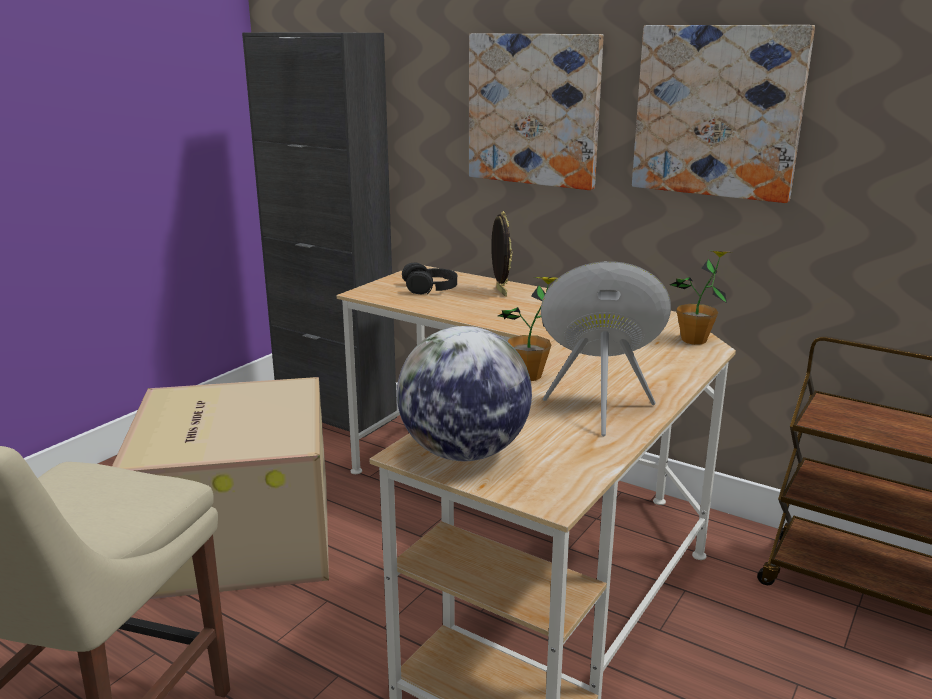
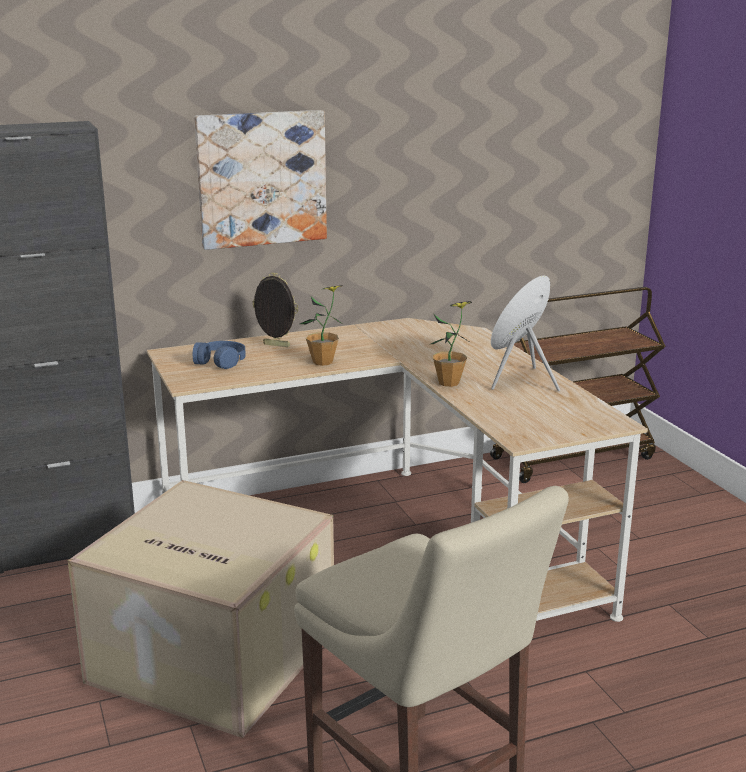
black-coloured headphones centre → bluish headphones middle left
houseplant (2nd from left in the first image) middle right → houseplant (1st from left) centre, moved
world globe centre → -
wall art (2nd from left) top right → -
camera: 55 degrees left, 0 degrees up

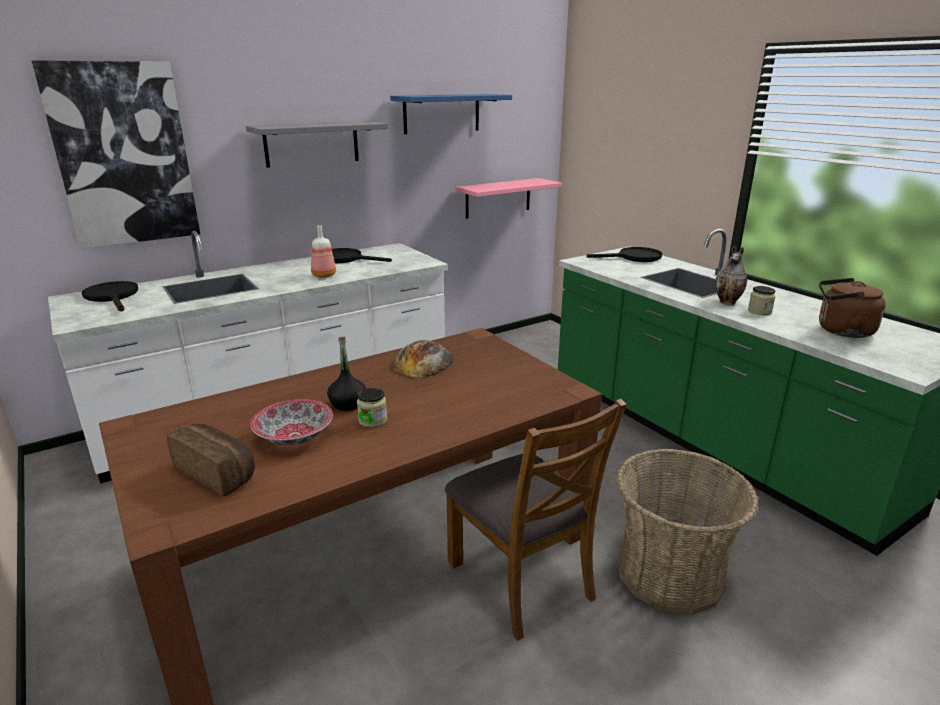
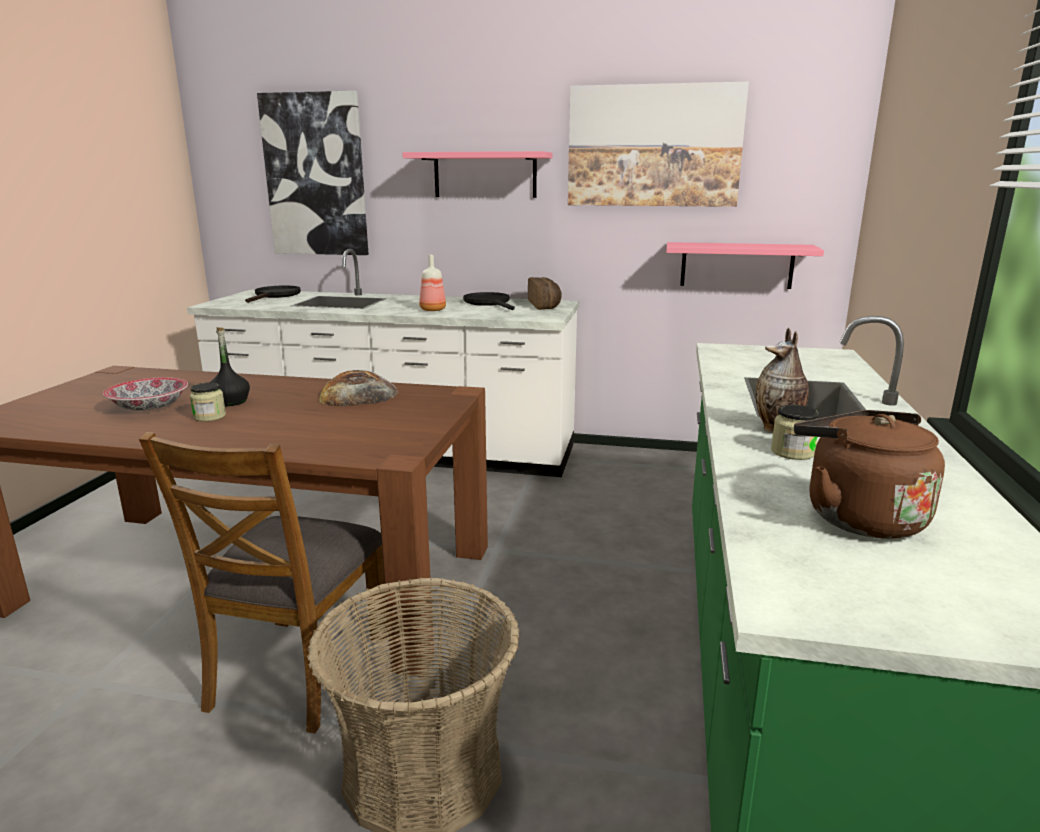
grey bracket shelf top centre → pink-coloured bracket shelf (1st from left) top centre
bread (1st from left in the first image) middle left → bread (2nd from left) centre, moved
bluish bracket shelf top centre → wall art (2nd from left) top centre
black-coloured skillet (3rd from left) centre → -
camera: 45 degrees right, 5 degrees down

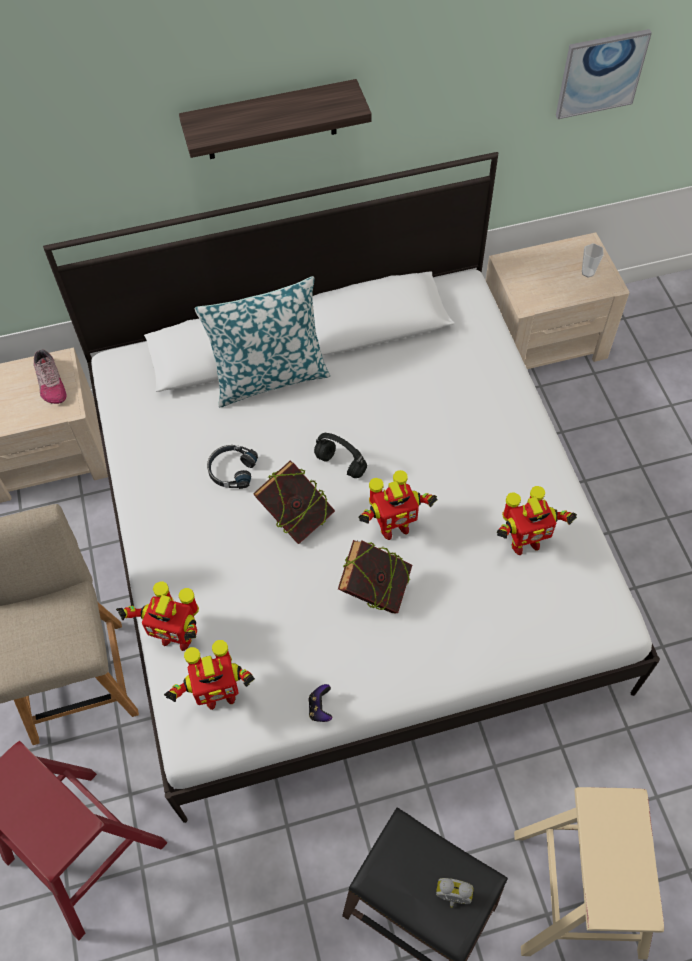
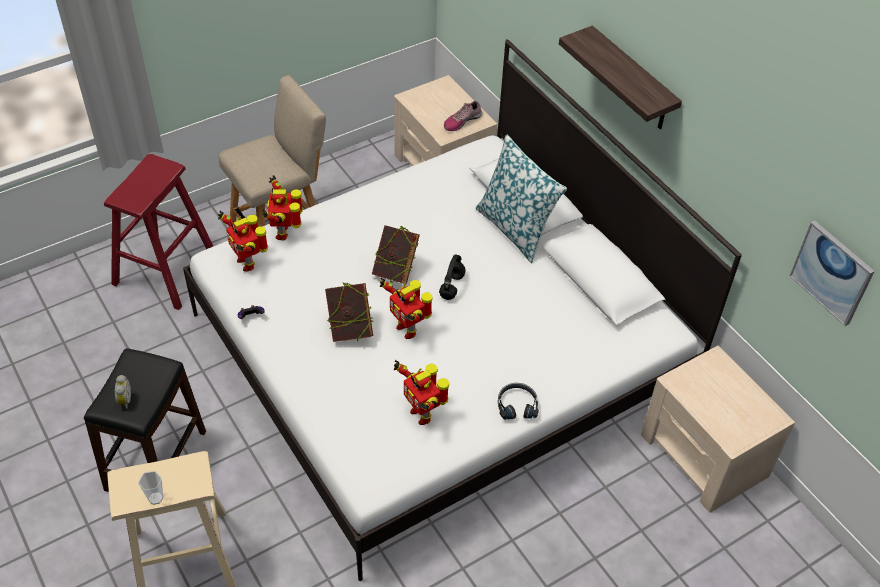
small cup top right → small cup bottom left, moved
black-coloured headphones (1st from left in the first image) centre → black-coloured headphones (2nd from left) bottom centre, moved
camera: 70 degrees right, 10 degrees down

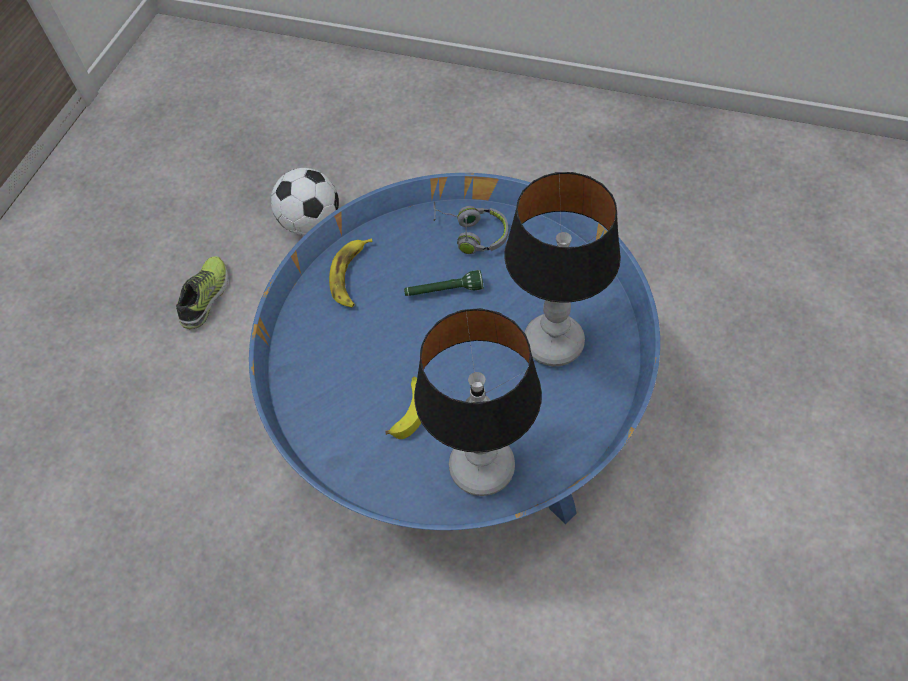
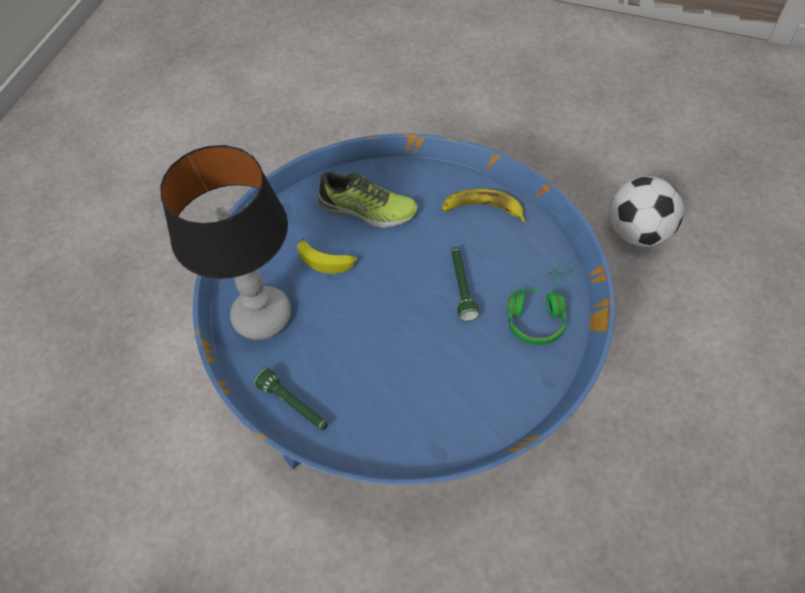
- → greenish torch (1st from left) bottom centre
low shoe middle left → low shoe centre, moved
grey headphones centre → greenish headphones middle right
table lamp (2nd from left) centre → -
camera: 90 degrees right, 0 degrees up

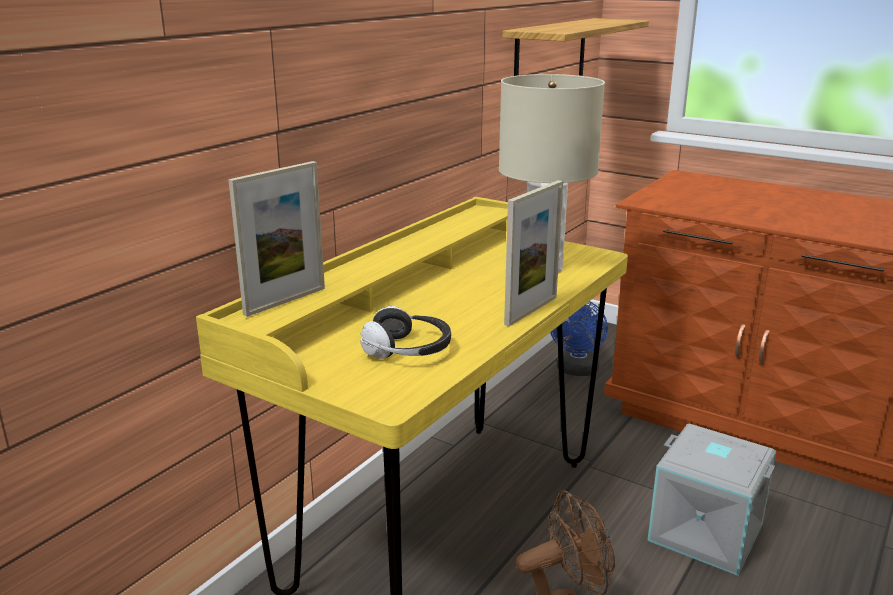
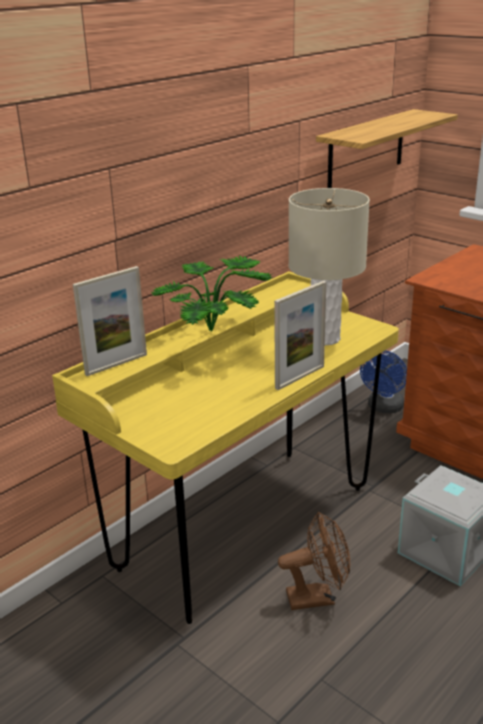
- → houseplant centre
headphones centre → -
camera: 10 degrees right, 5 degrees up

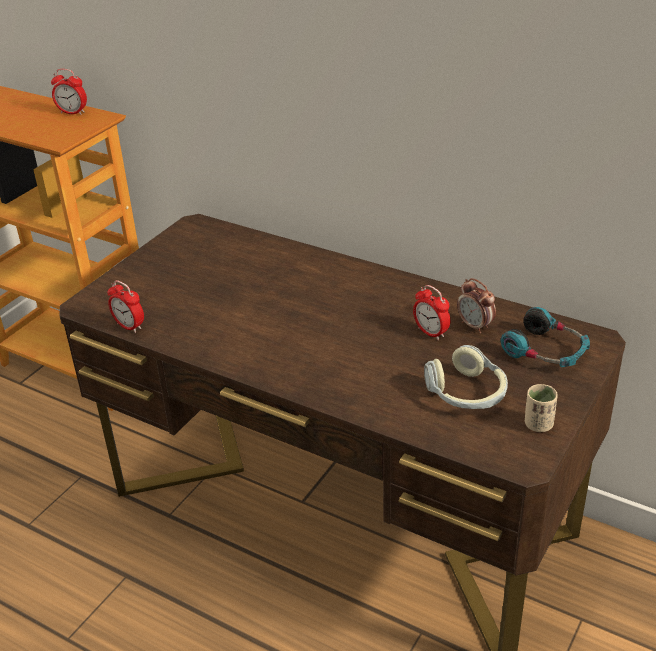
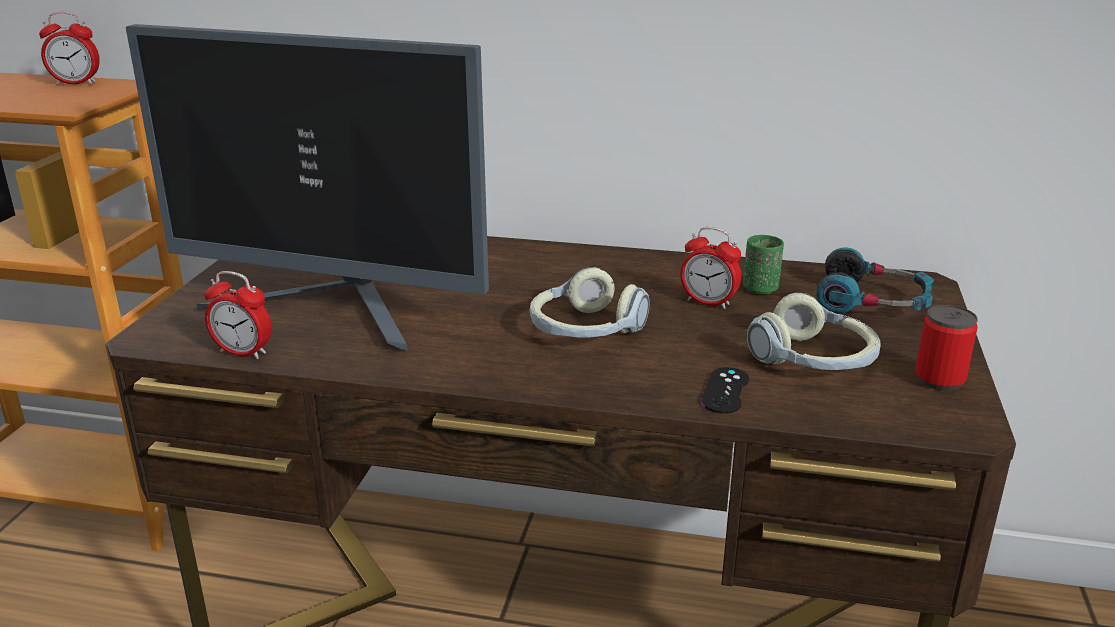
- → monitor top left
- → headphones (1st from left) centre
- → black-coloured gamepad centre
alarm clock (4th from left) middle right → greenish small cup middle right
beige small cup middle right → sealed can middle right
camera: 20 degrees left, 10 degrees down

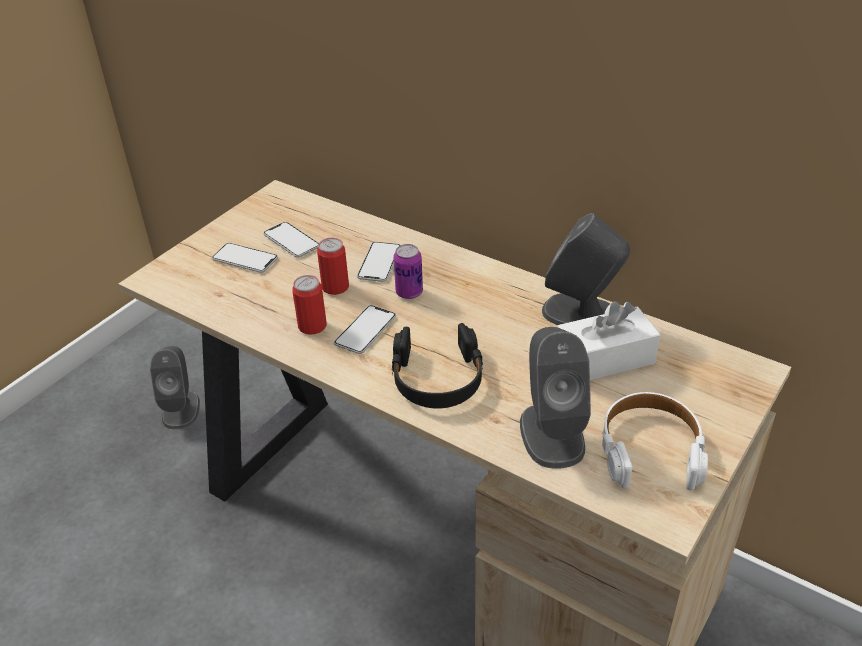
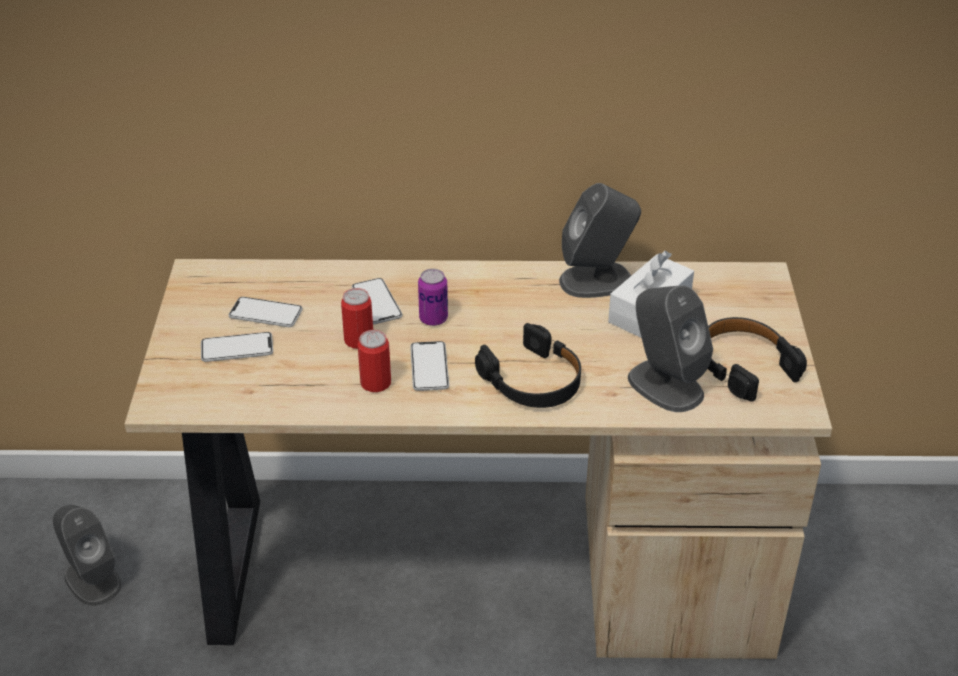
whitish headphones bottom right → black-coloured headphones (2nd from left) middle right
camera: 35 degrees left, 0 degrees up

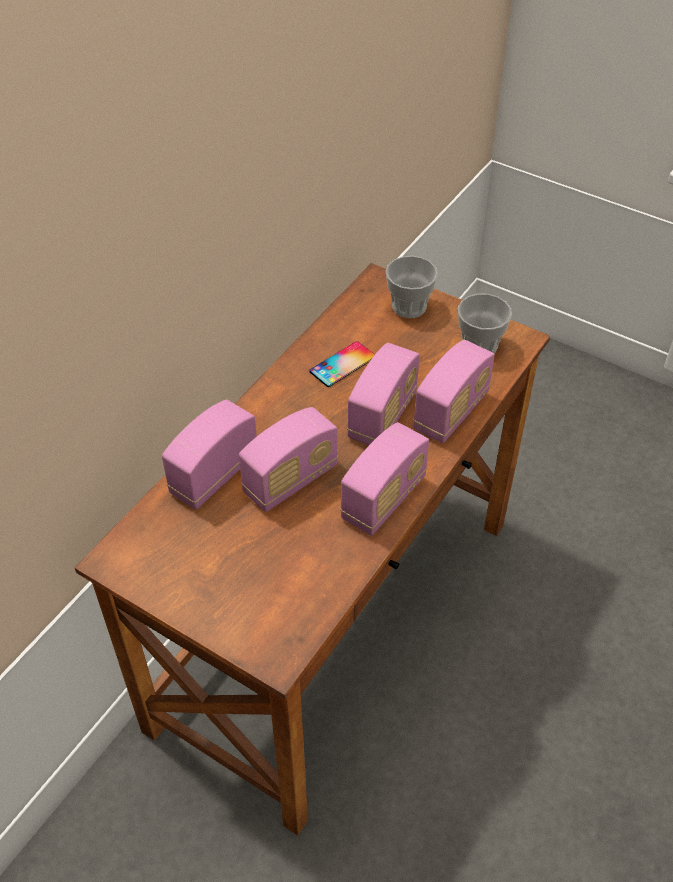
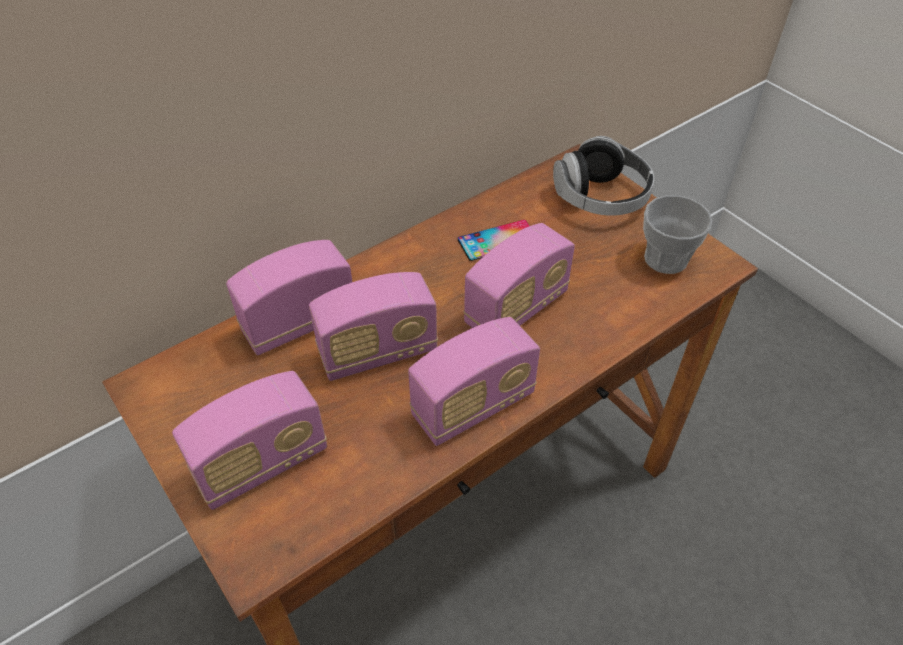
radio set (5th from left in the first image) middle right → radio set (1st from left) bottom left, moved
small cup (1st from left) top centre → headphones top right
camera: 20 degrees right, 0 degrees up

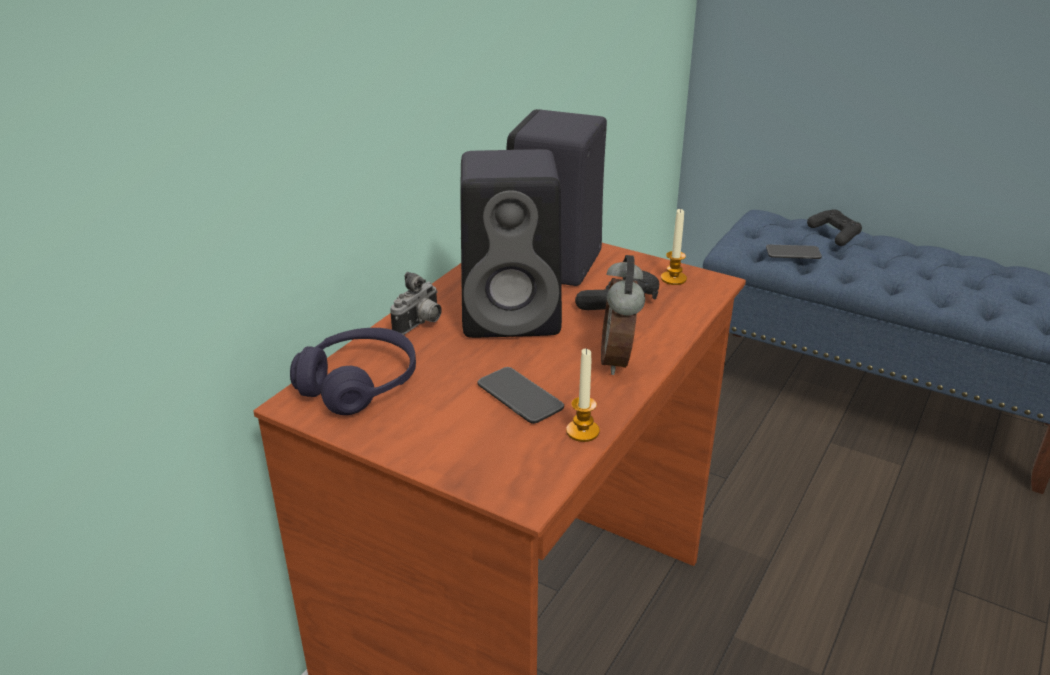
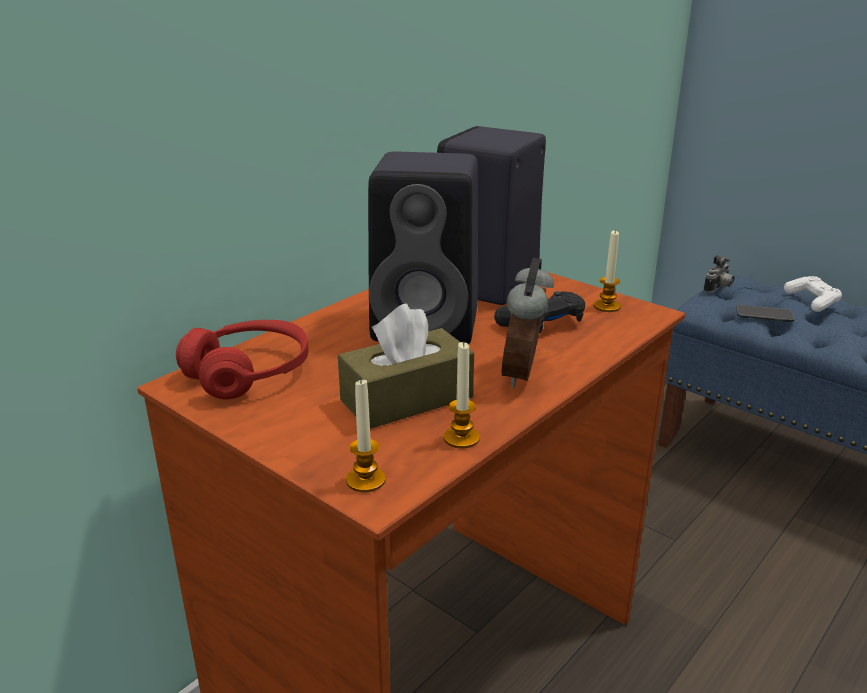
purplish headphones centre → red-coloured headphones middle left
telephone (1st from left) centre → brown-coloured tissue box centre
- → wax candle (1st from left) centre
still camera centre → still camera middle right, moved
black-coloured gamepad (2nd from left) middle right → whitish gamepad middle right
camera: 10 degrees right, 5 degrees down

